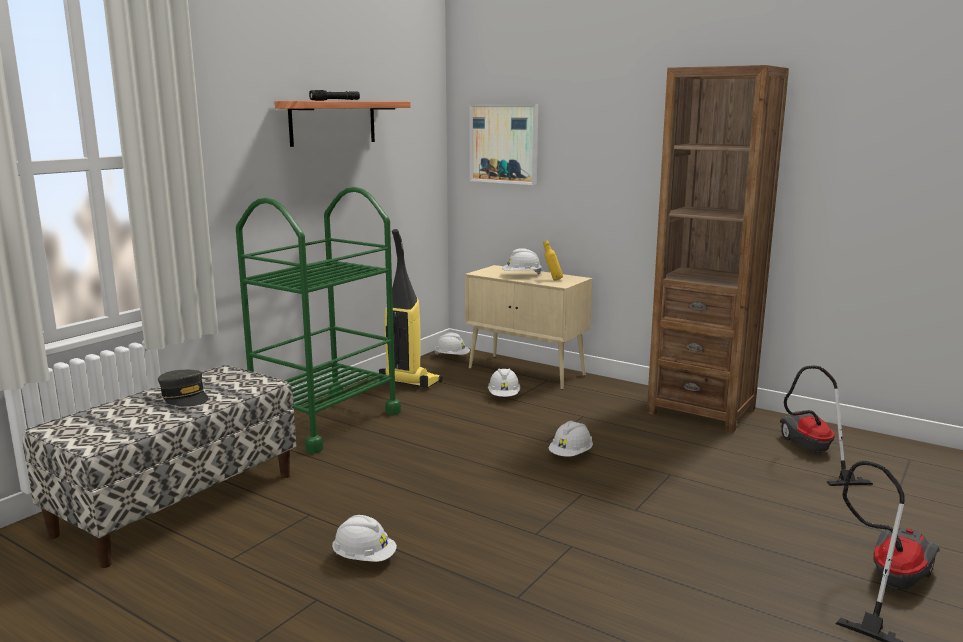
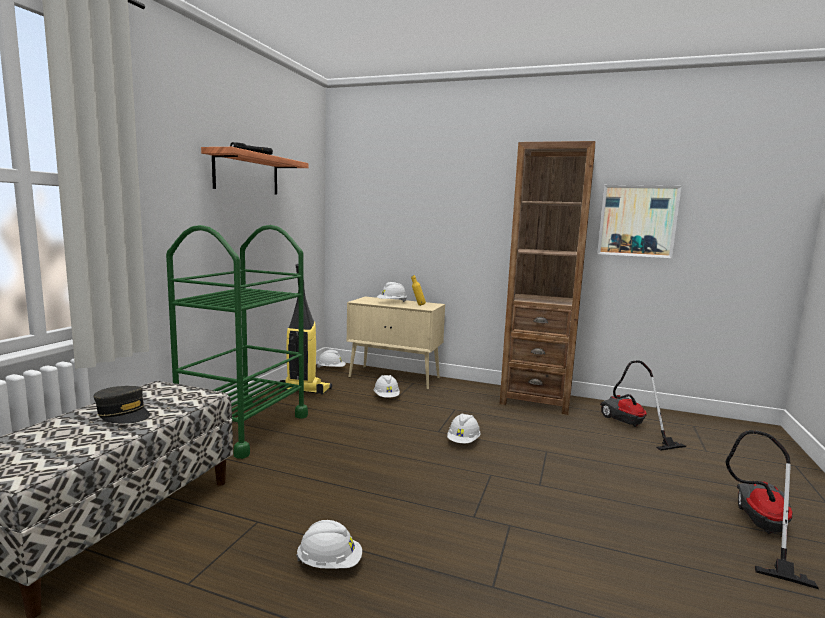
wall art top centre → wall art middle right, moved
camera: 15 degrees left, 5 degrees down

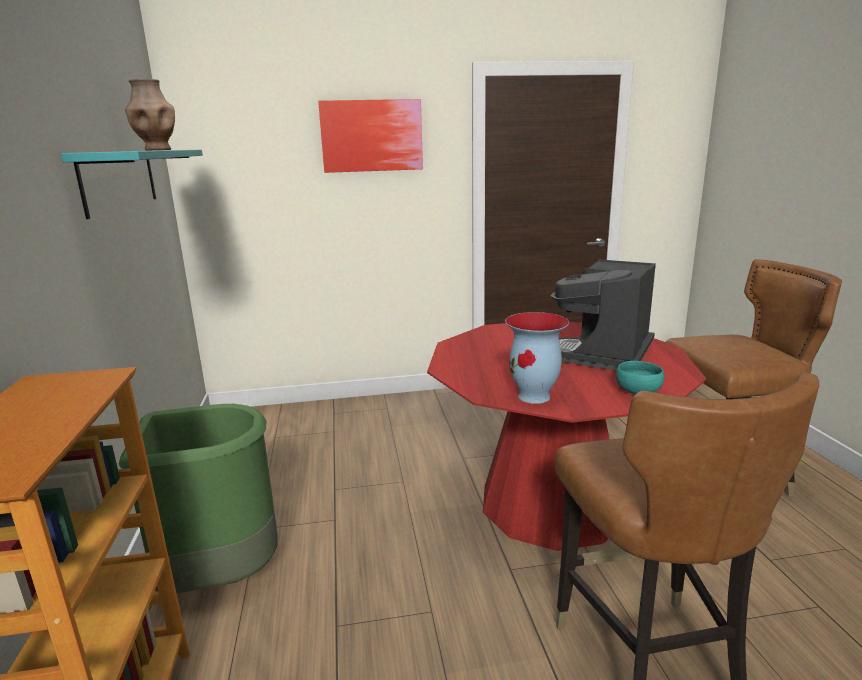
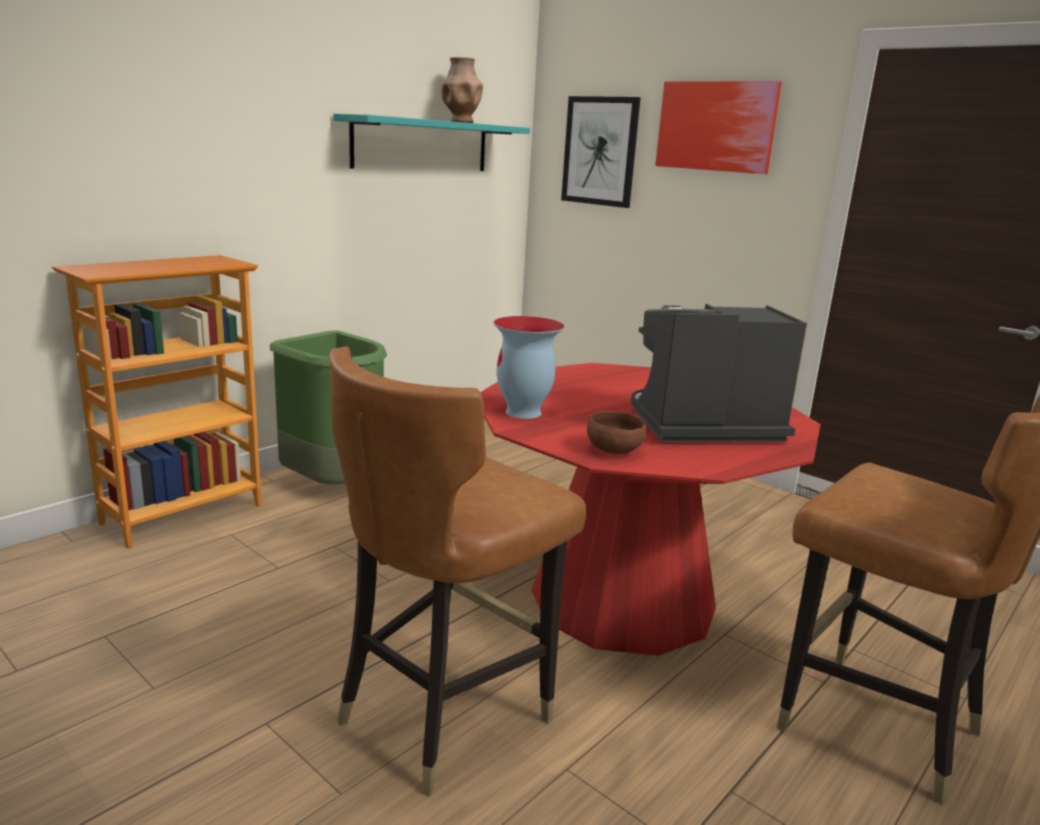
- → wall art (1st from left) top centre
turquoise-coloured serving bowl middle right → brown-coloured serving bowl centre
camera: 50 degrees right, 0 degrees up

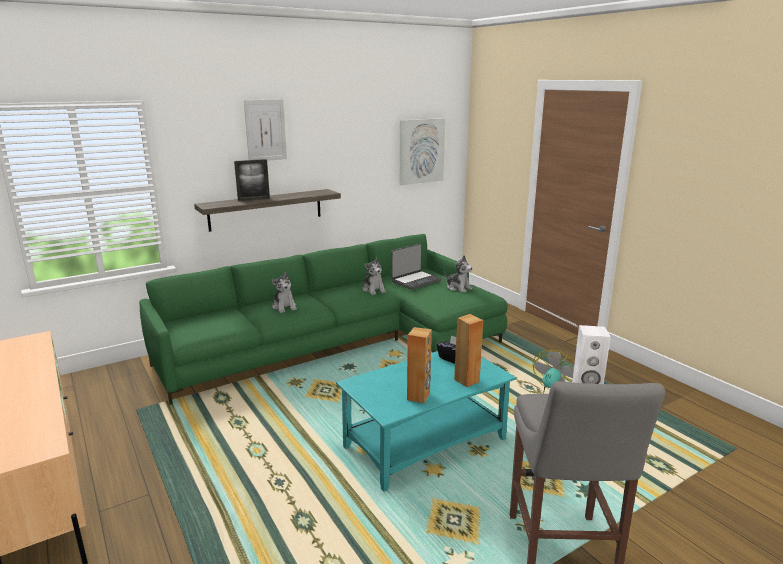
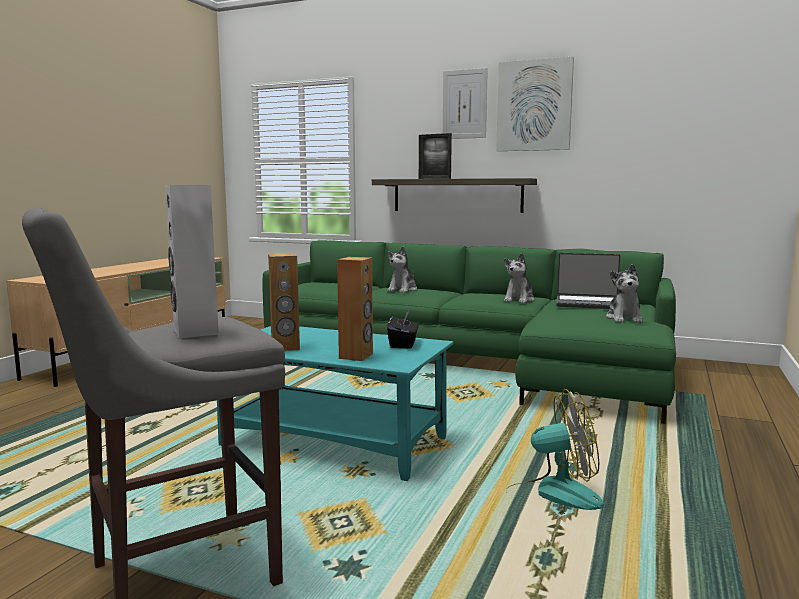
wall art (2nd from left) top centre → wall art (2nd from left) top right, moved
camera: 55 degrees right, 10 degrees down

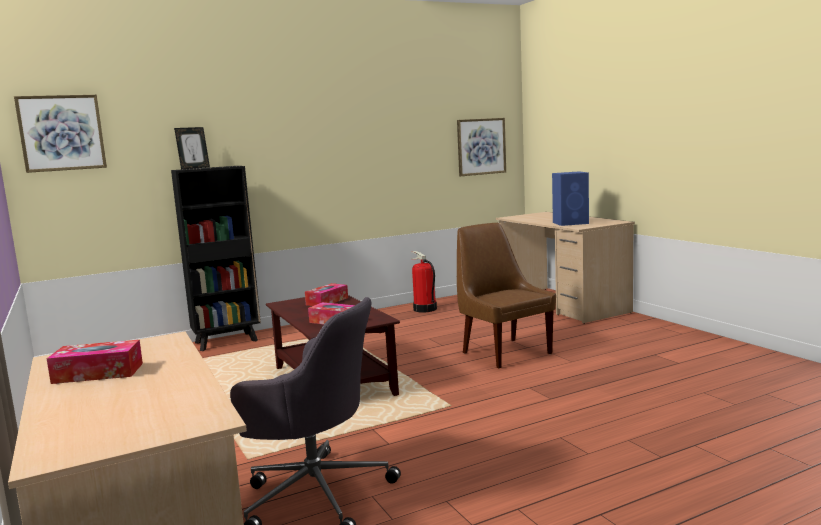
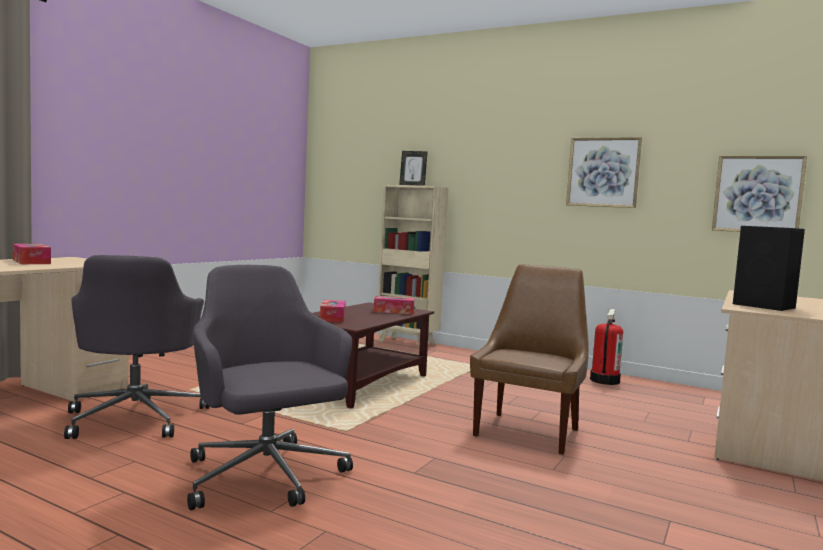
- → grey desk chair (2nd from left) bottom left
black-coloured bookcase middle left → beige bookcase centre
wall art (1st from left) top left → wall art (1st from left) top right, moved
bluish loudspeaker middle right → black-coloured loudspeaker middle right
camera: 55 degrees right, 5 degrees down

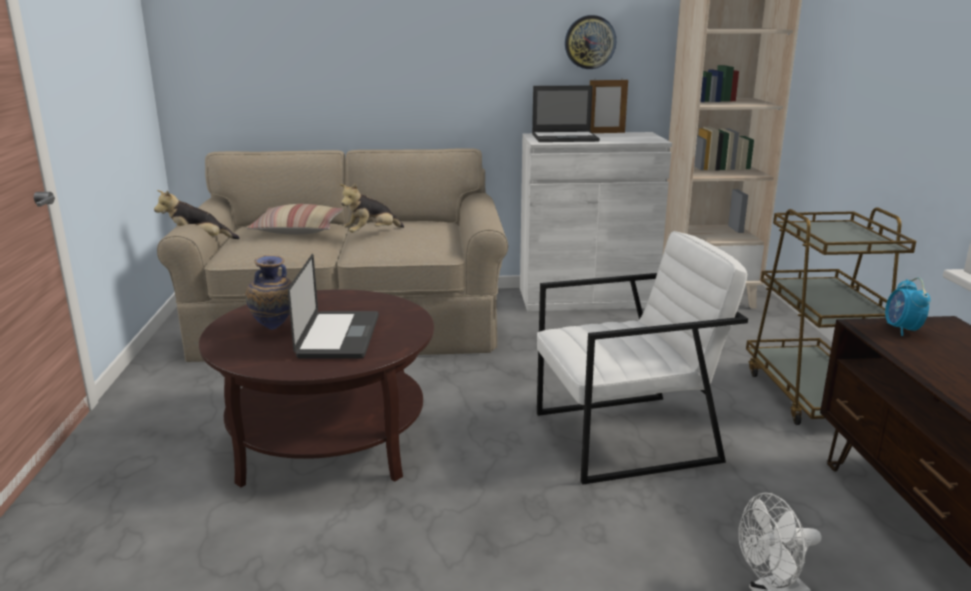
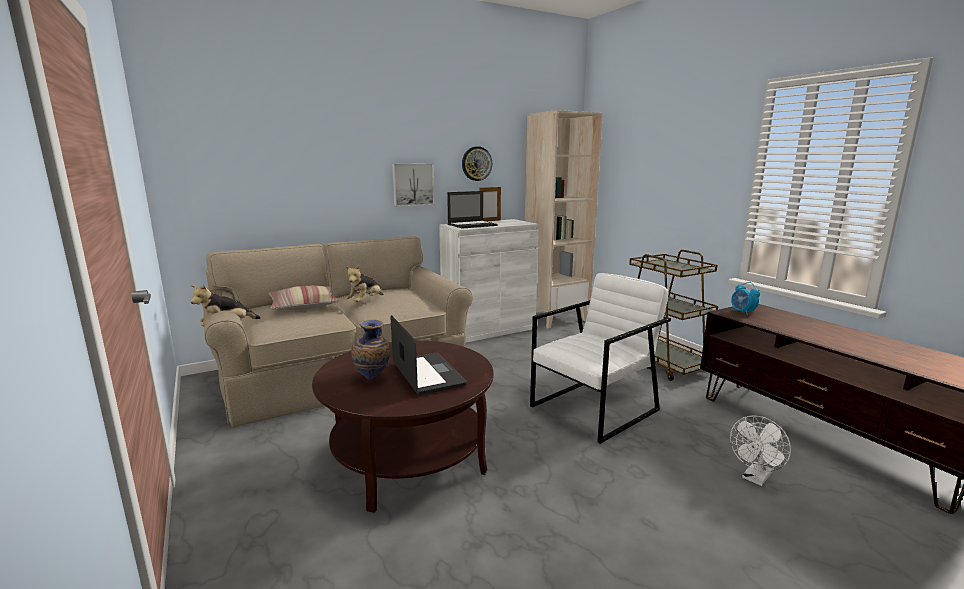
- → wall art top centre
camera: 25 degrees left, 5 degrees down

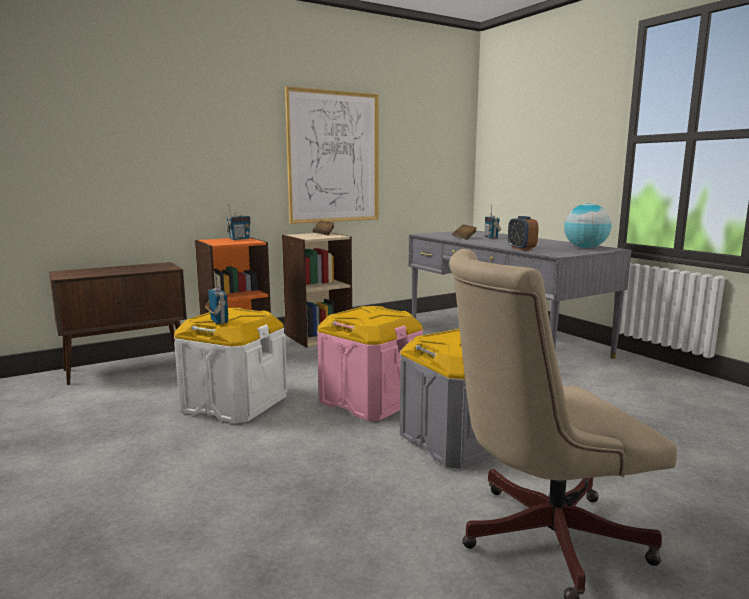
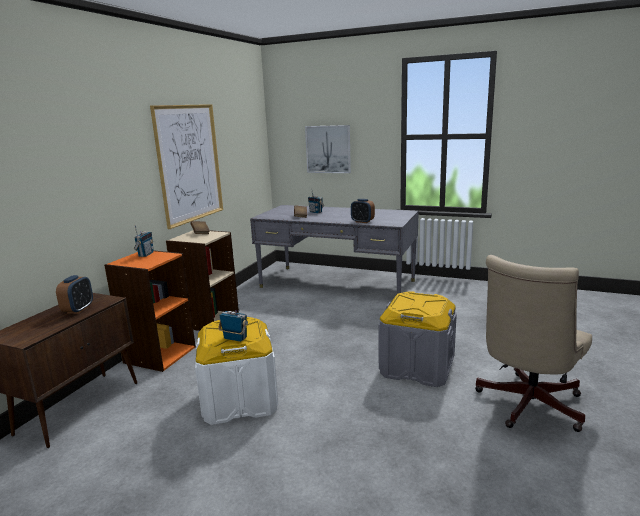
- → alarm clock (1st from left) middle left
- → wall art (2nd from left) top centre
pink-coloured storage container centre → -
world globe middle right → -
camera: 35 degrees left, 5 degrees up

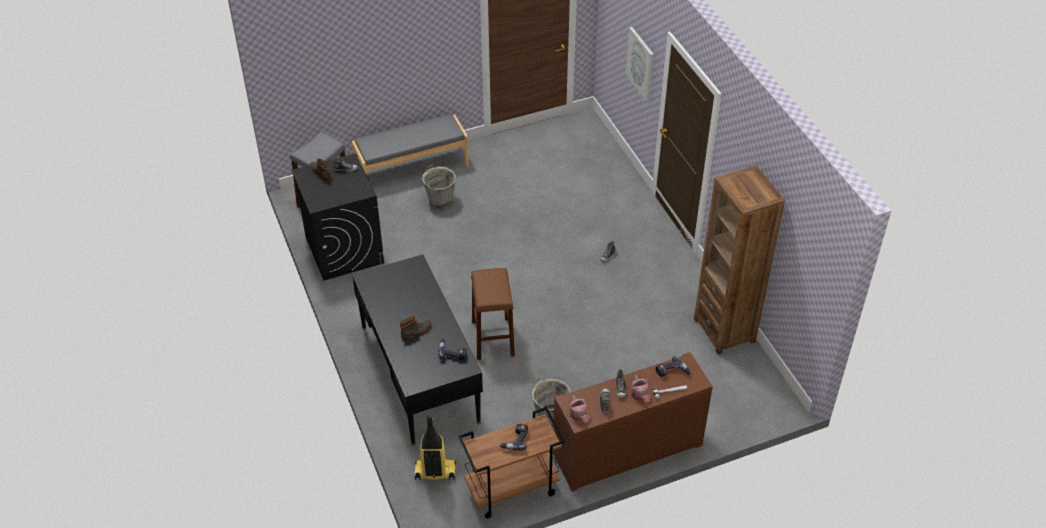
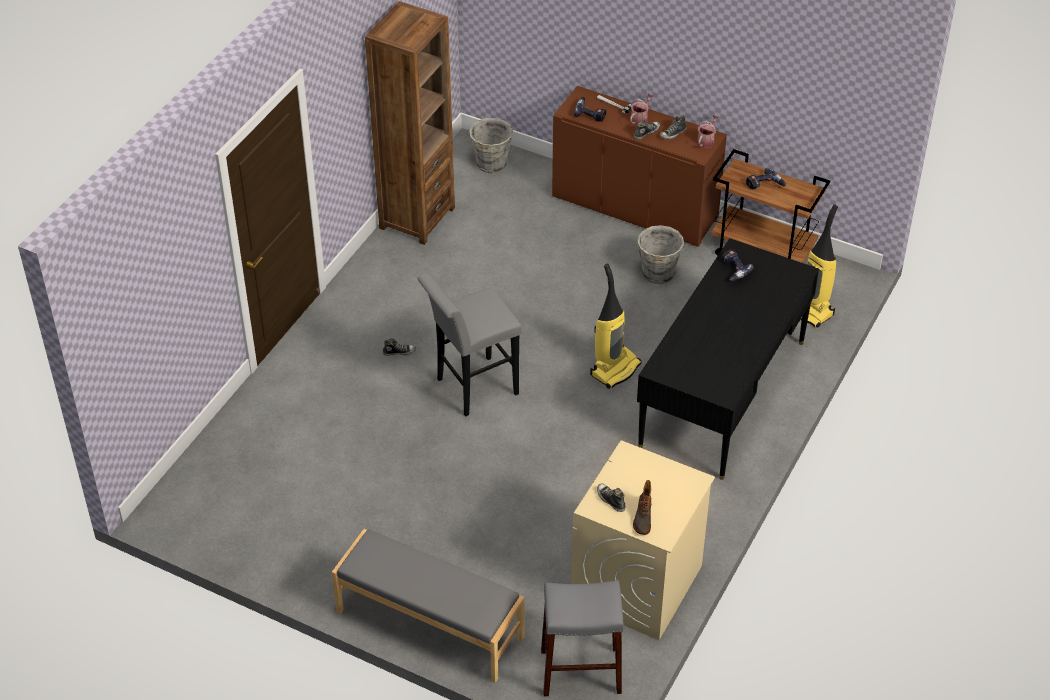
- → grey stool seat (1st from left) centre
grey pail (1st from left) centre → grey pail (1st from left) top centre, moved
black-coloured laundry appliance middle left → beige laundry appliance bottom centre
brown-coloured stool seat centre → vacuum (1st from left) centre
high-top boot (2nd from left) centre → -
wall art top centre → -
camera: 130 degrees left, 0 degrees up

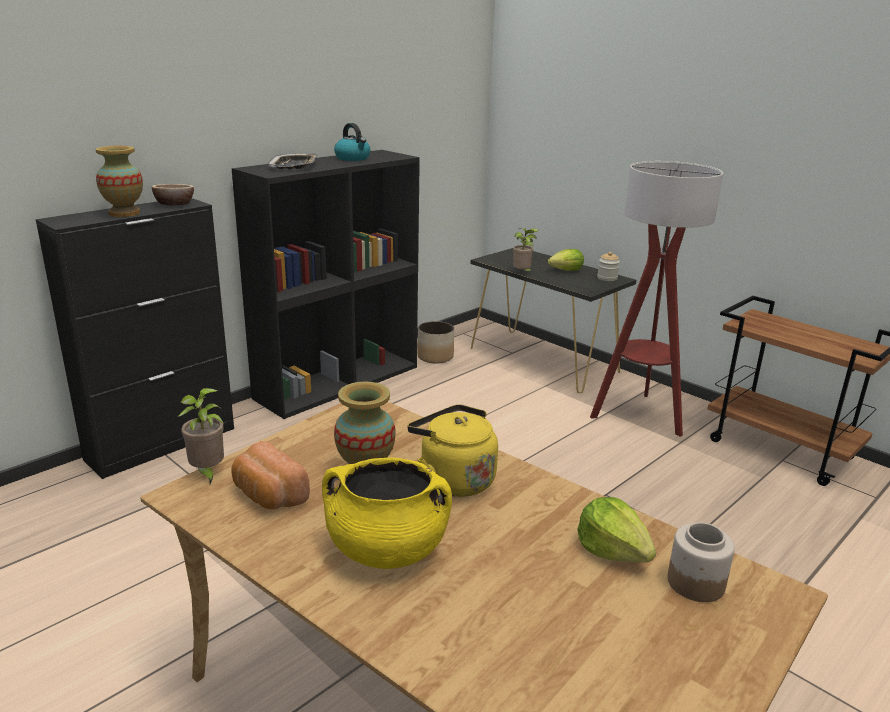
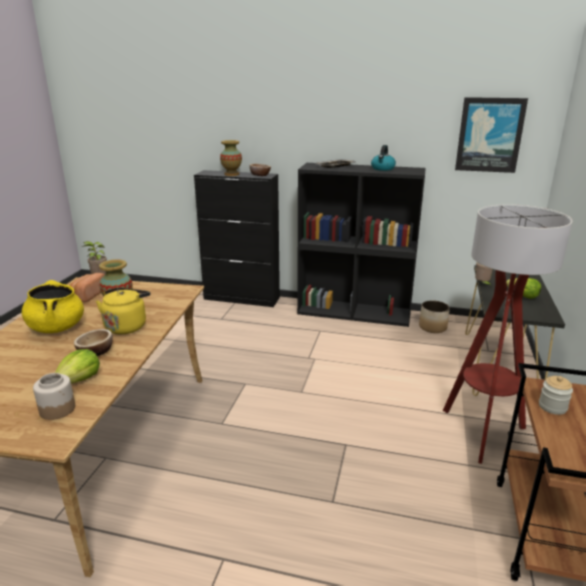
- → serving bowl (1st from left) middle left
- → wall art top right
jar (1st from left in the first image) middle right → jar (2nd from left) bottom right, moved
camera: 60 degrees right, 0 degrees up

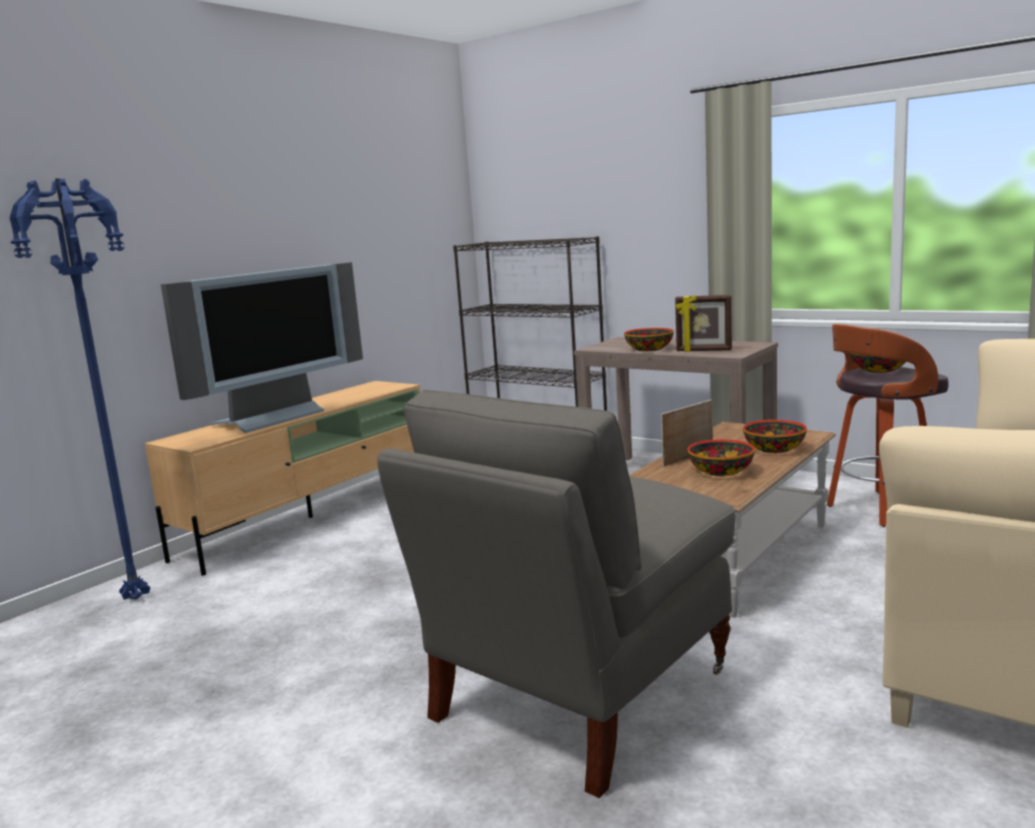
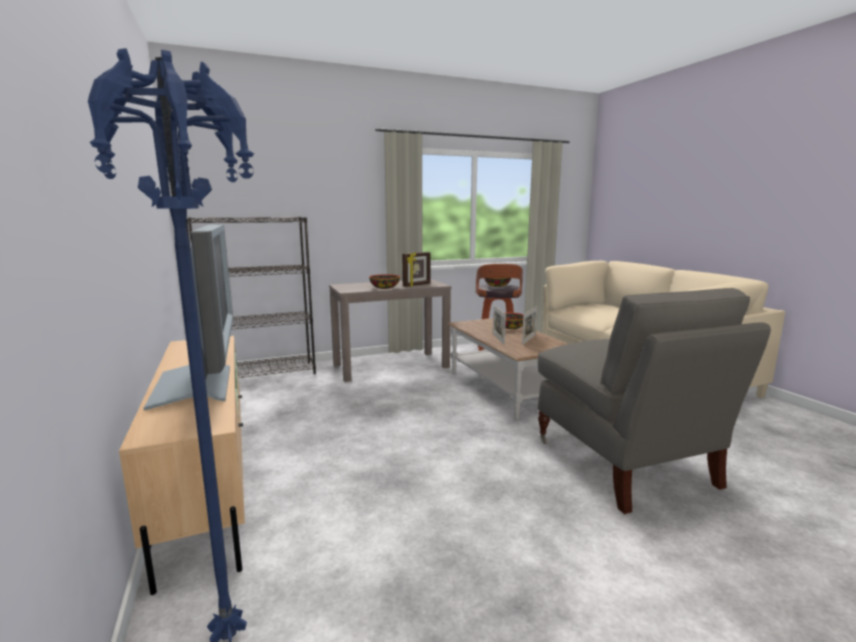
serving bowl (2nd from left) middle right → picture frame (3rd from left) centre
camera: 60 degrees left, 0 degrees up

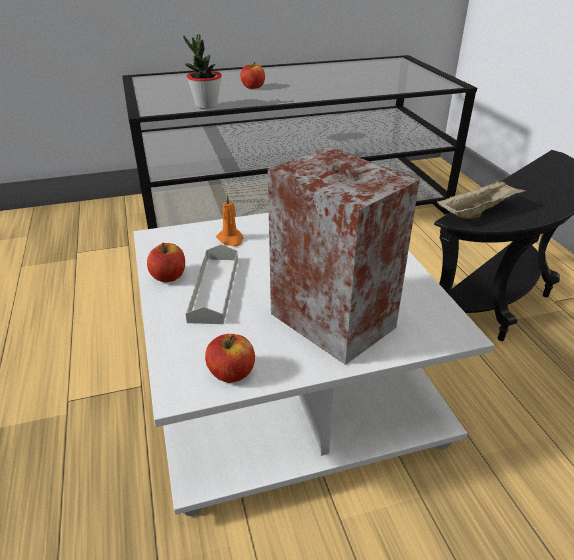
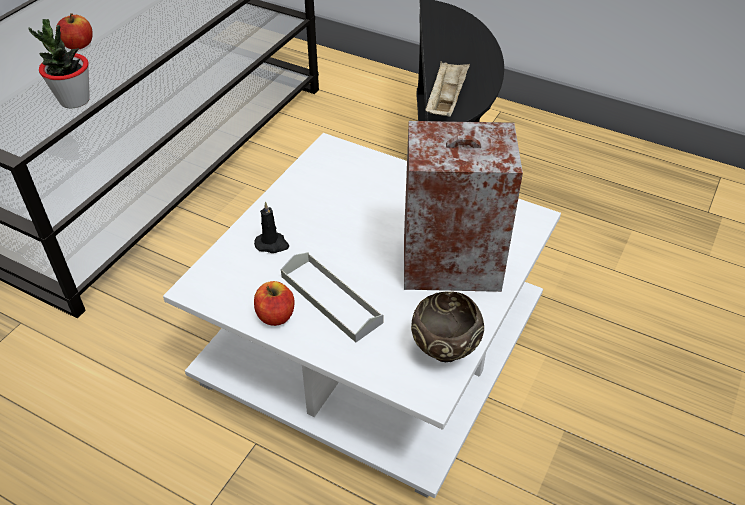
orangey wax candle centre → black-coloured wax candle centre
apple (2nd from left) centre → brown-coloured serving bowl centre
camera: 45 degrees left, 10 degrees up

